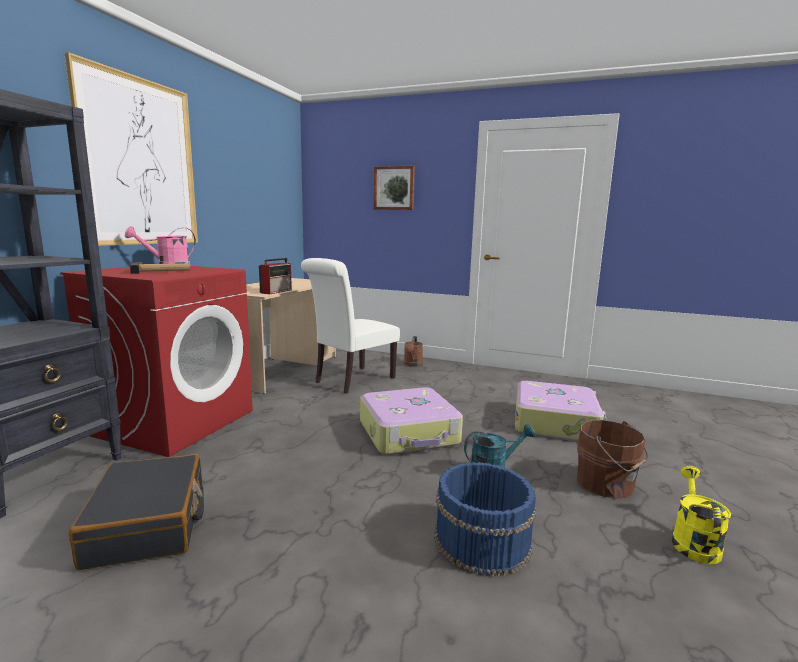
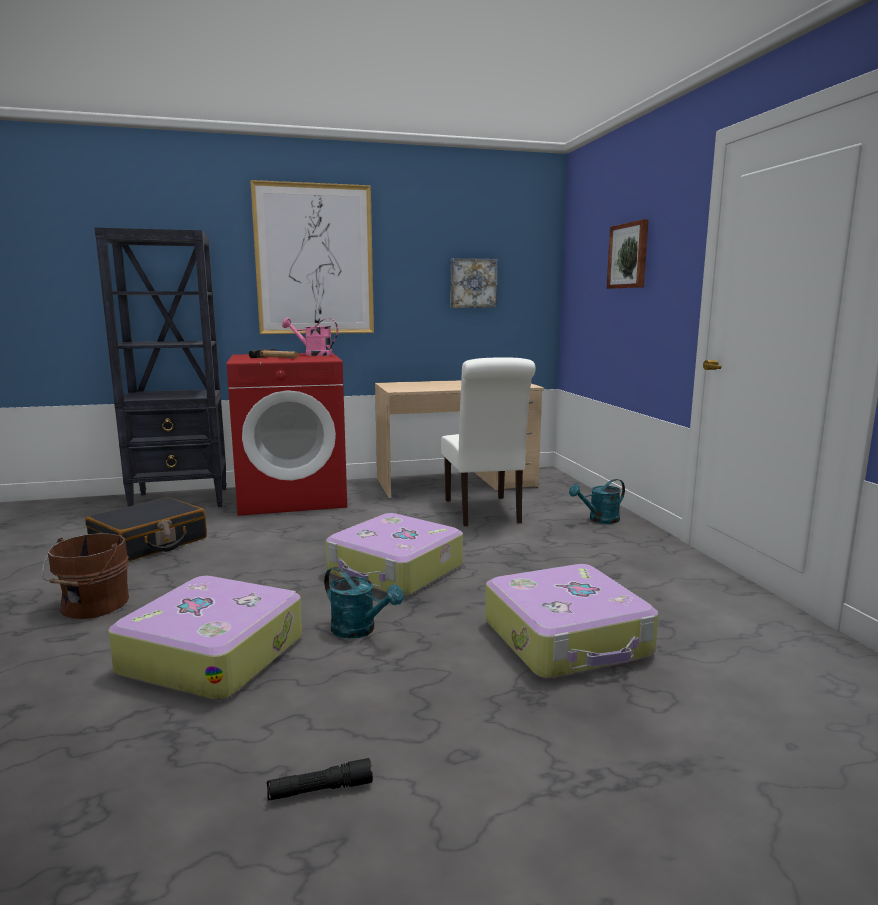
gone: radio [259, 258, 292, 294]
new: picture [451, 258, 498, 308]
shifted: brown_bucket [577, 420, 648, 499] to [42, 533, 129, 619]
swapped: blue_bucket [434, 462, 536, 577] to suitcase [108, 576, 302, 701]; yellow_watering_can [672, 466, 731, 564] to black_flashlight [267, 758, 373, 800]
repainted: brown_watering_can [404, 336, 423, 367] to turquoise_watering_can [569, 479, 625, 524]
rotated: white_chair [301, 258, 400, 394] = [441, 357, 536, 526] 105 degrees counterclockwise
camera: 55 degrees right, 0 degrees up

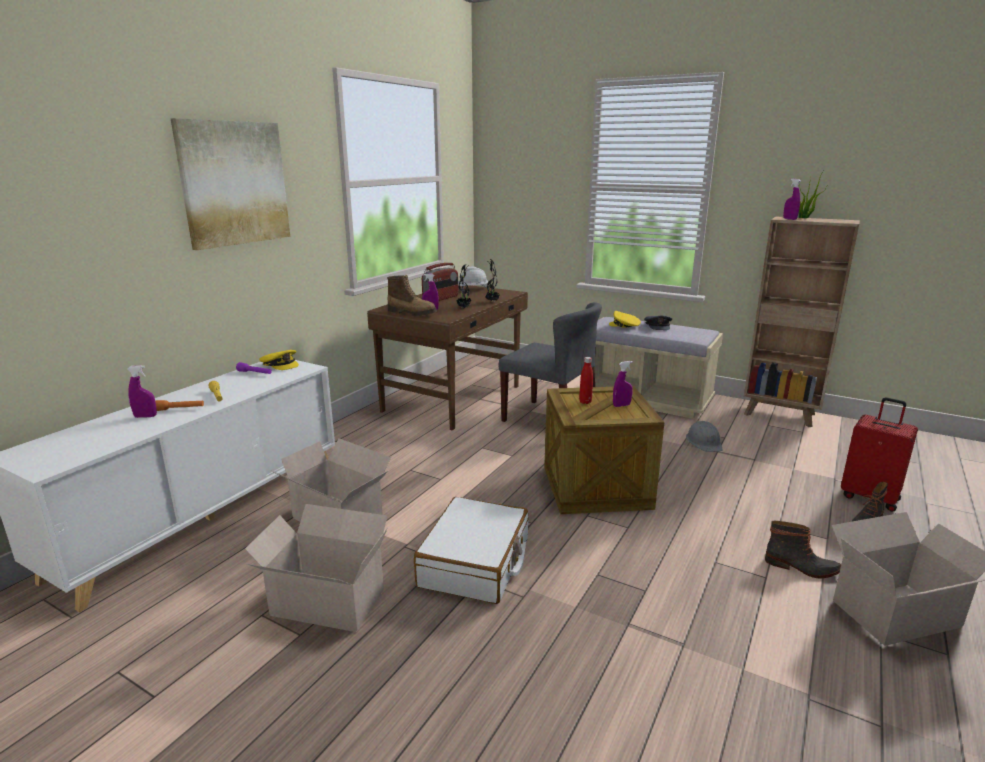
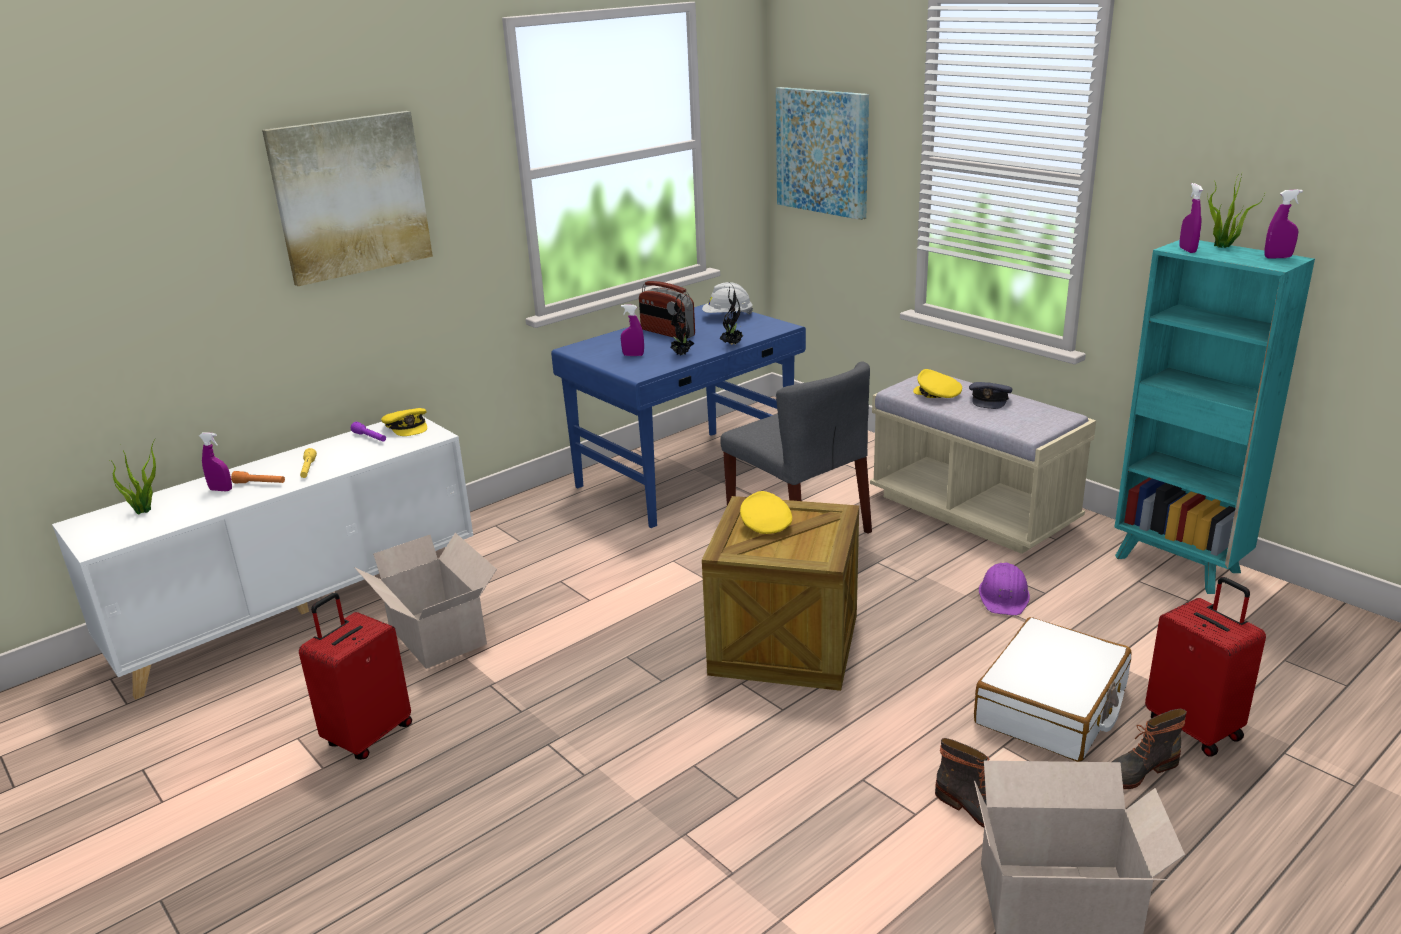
gone: boot [387, 275, 437, 316]
new: potted_plant [110, 441, 156, 514]; picture [776, 87, 869, 220]
shifted: white_suitcase [414, 497, 529, 604] to [974, 617, 1131, 762]; purple_spray_bottle [613, 361, 633, 407] to [1264, 189, 1303, 259]
swapped: cardboard_box [245, 504, 388, 632] to red_suitcase [299, 593, 412, 760]; red_bottle [579, 357, 593, 404] to yellow_cap [740, 491, 792, 534]
repainted: brown_desk [367, 285, 528, 430] to blue_desk [551, 304, 806, 528]; grey_hard_hat [686, 421, 723, 452] to purple_hard_hat [979, 563, 1030, 615]; brown_bookcase [744, 217, 860, 427] to turquoise_bookcase [1114, 240, 1315, 594]
rotated: radio [422, 263, 458, 301] = [639, 281, 695, 340] 75 degrees clockwise
camera: 20 degrees right, 5 degrees up

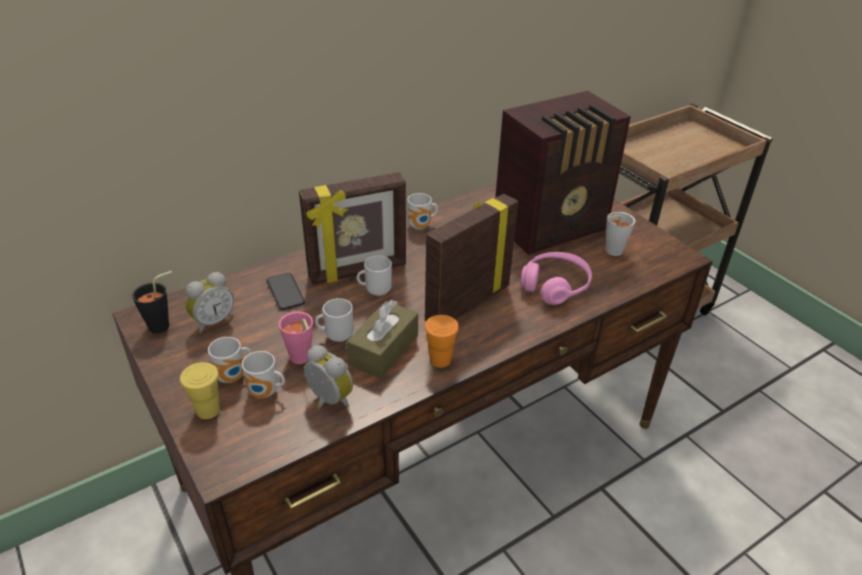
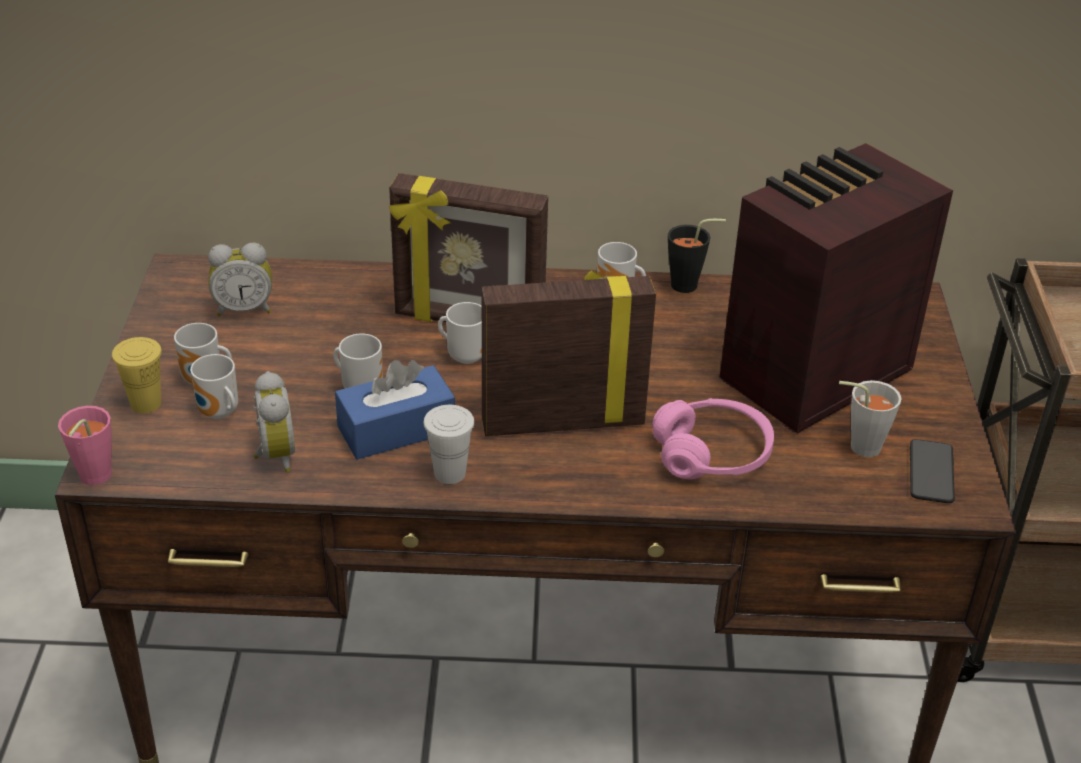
shifted: black_cup [132, 271, 172, 334] to [668, 219, 726, 293]; phone [267, 273, 305, 310] to [910, 439, 955, 503]; pink_cup [279, 311, 313, 364] to [58, 406, 112, 485]
repainted: brown_tissue_box [346, 300, 418, 379] to blue_tissue_box [335, 360, 455, 460]; orange_cup [424, 315, 459, 368] to white_cup [423, 405, 475, 484]
rotated: radio [495, 91, 631, 255] = [719, 143, 953, 434] 135 degrees clockwise
camera: 35 degrees right, 0 degrees up

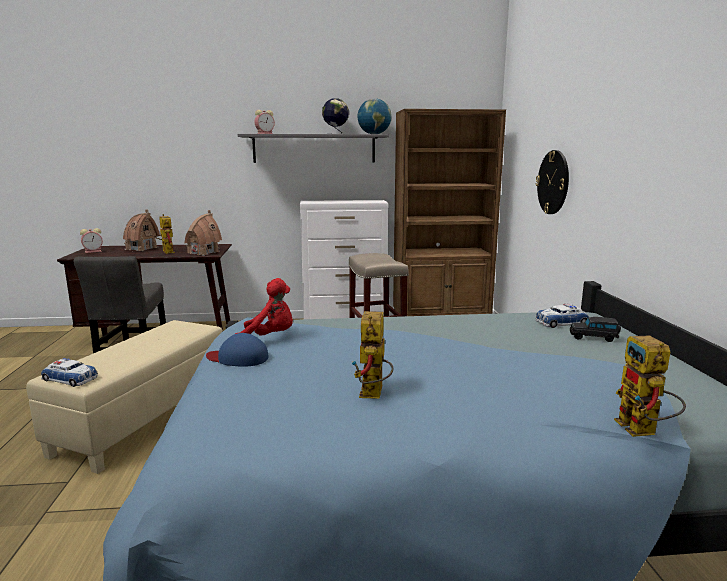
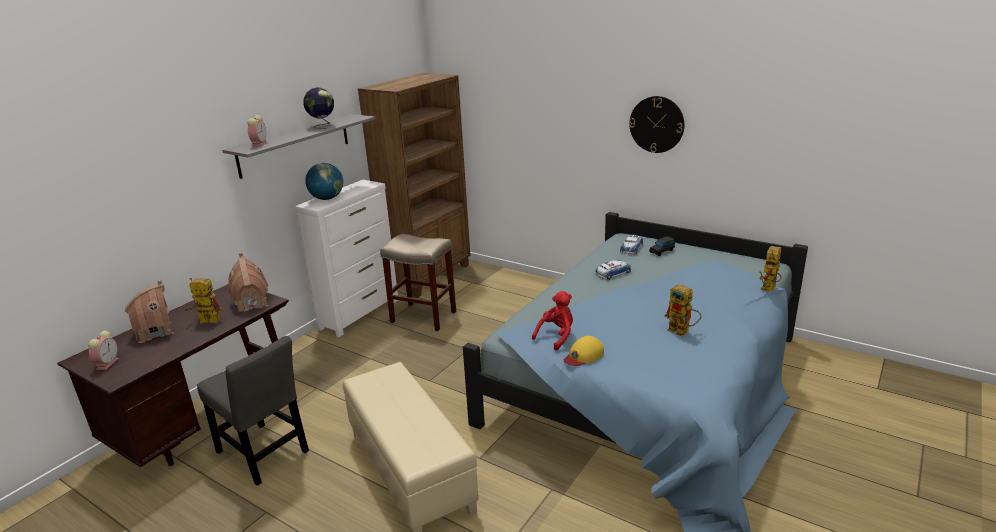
shifted: toy_car [41, 358, 98, 387] to [595, 260, 631, 280]; globe [357, 98, 392, 134] to [305, 163, 343, 200]; wall_clock [536, 150, 569, 214] to [629, 96, 684, 153]
repainted: blue_cap [206, 333, 269, 367] to yellow_cap [564, 336, 604, 366]
rotated: toy_robot [614, 335, 686, 437] = [759, 246, 782, 292] 90 degrees clockwise
camera: 50 degrees left, 10 degrees up

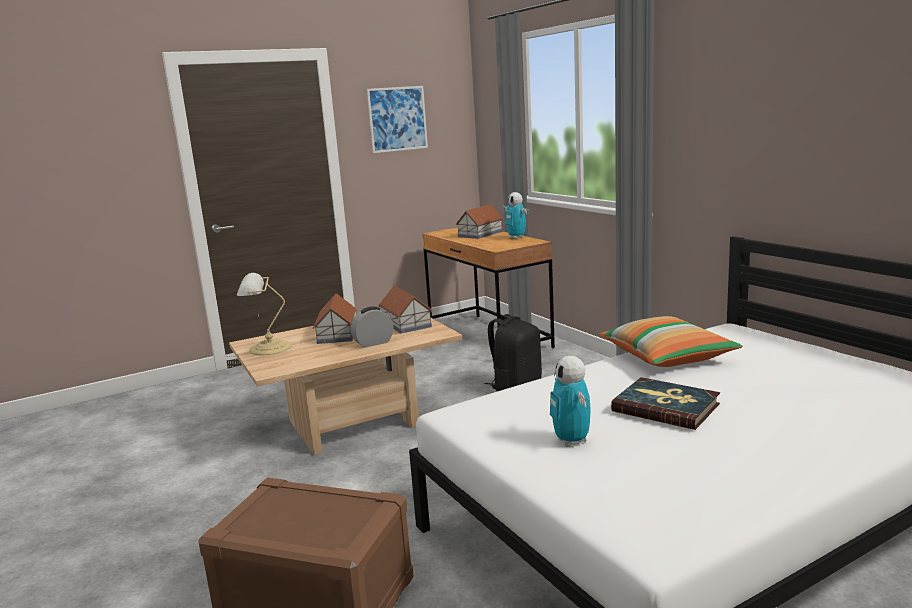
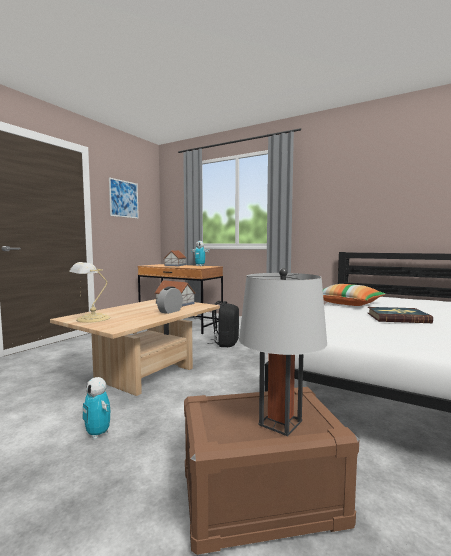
gone: toy_house [313, 293, 357, 344]
new: grey_table_lamp [239, 268, 327, 436]
shifted: toy_robot [550, 356, 591, 447] to [83, 377, 110, 439]
camera: 30 degrees left, 10 degrees down

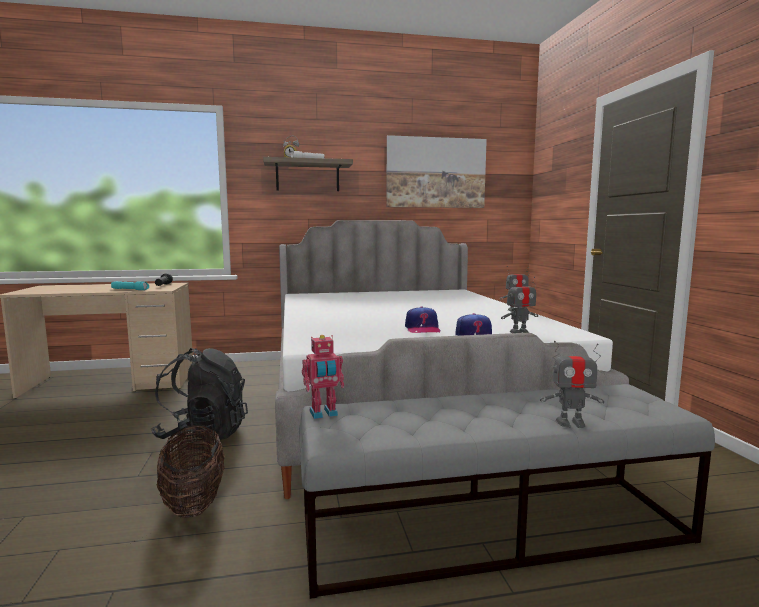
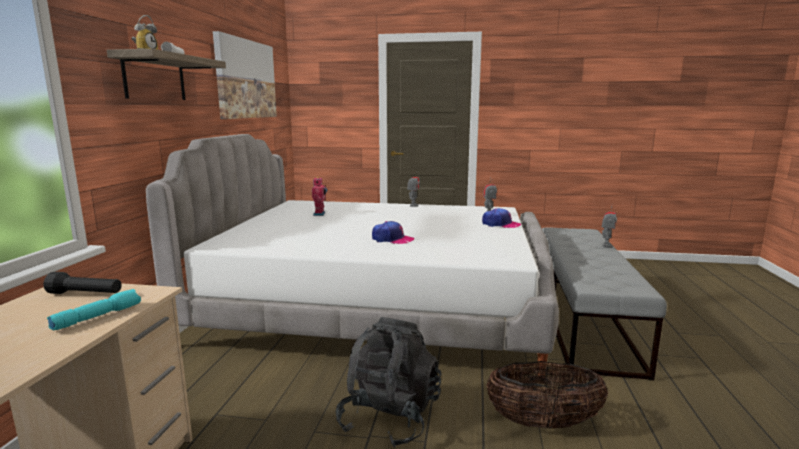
shifted: toy_robot [302, 335, 344, 419] to [312, 176, 327, 216]; cap [405, 307, 440, 333] to [372, 221, 415, 244]
camera: 70 degrees left, 5 degrees up

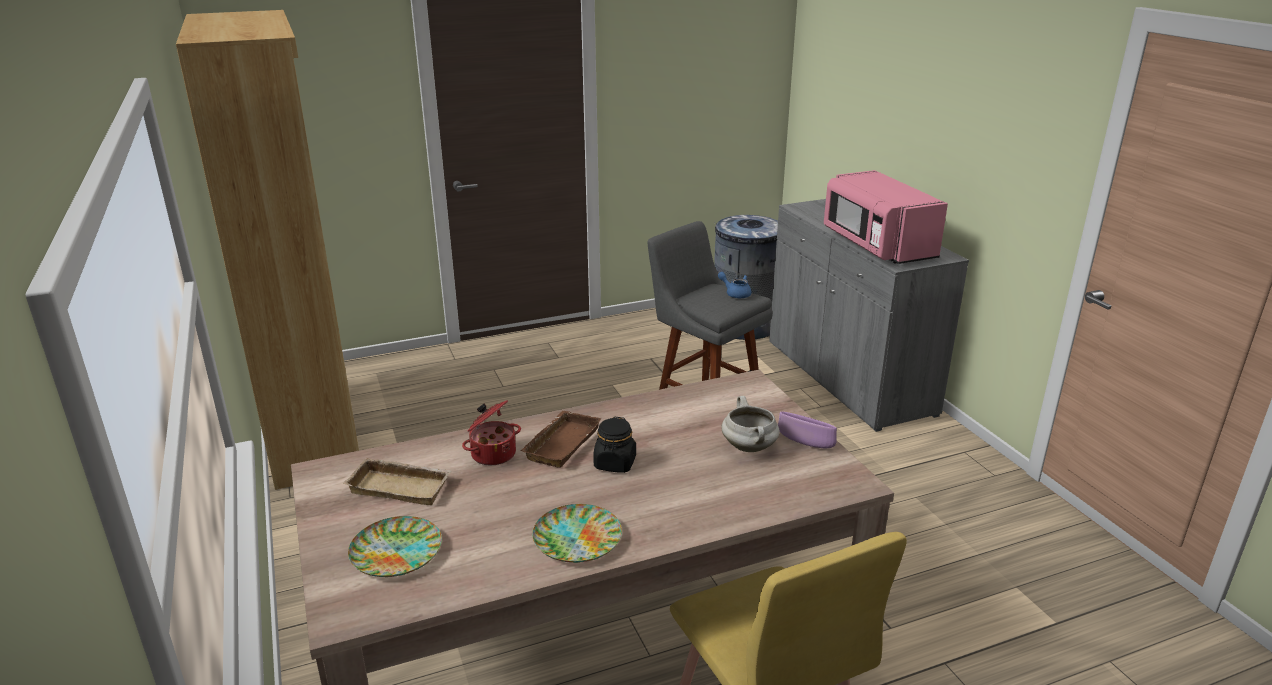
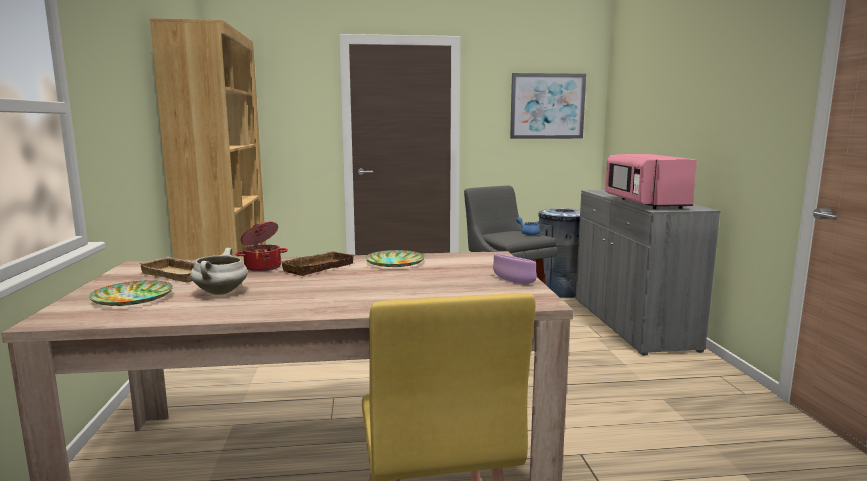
gone: black_jar [593, 417, 636, 473]
new: picture [510, 73, 586, 139]
shifted: plate [532, 504, 622, 563] to [365, 250, 425, 267]; white_cooking_pot [721, 396, 780, 452] to [190, 248, 248, 295]
camera: 15 degrees right, 15 degrees down

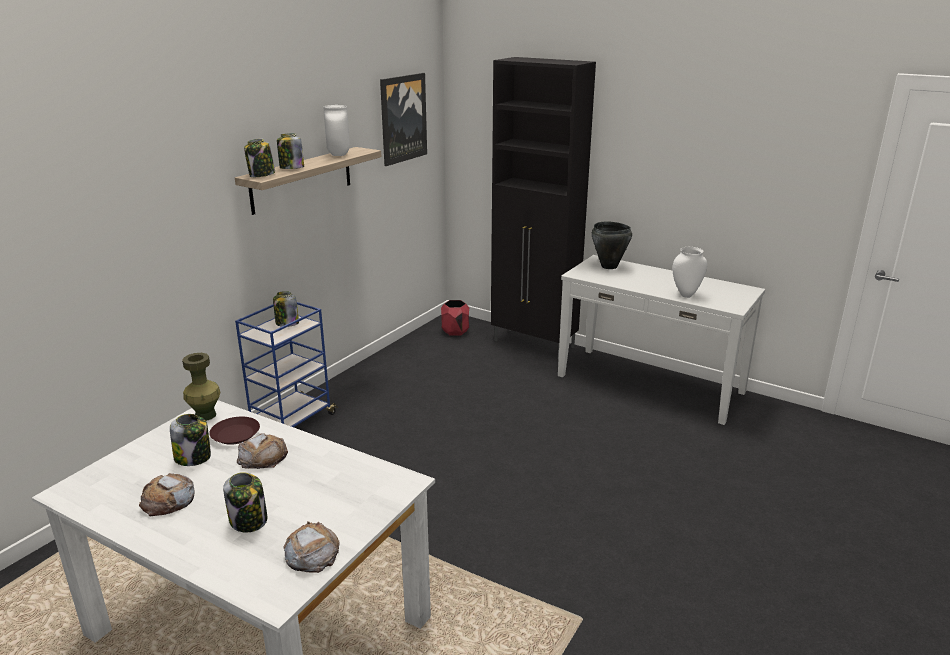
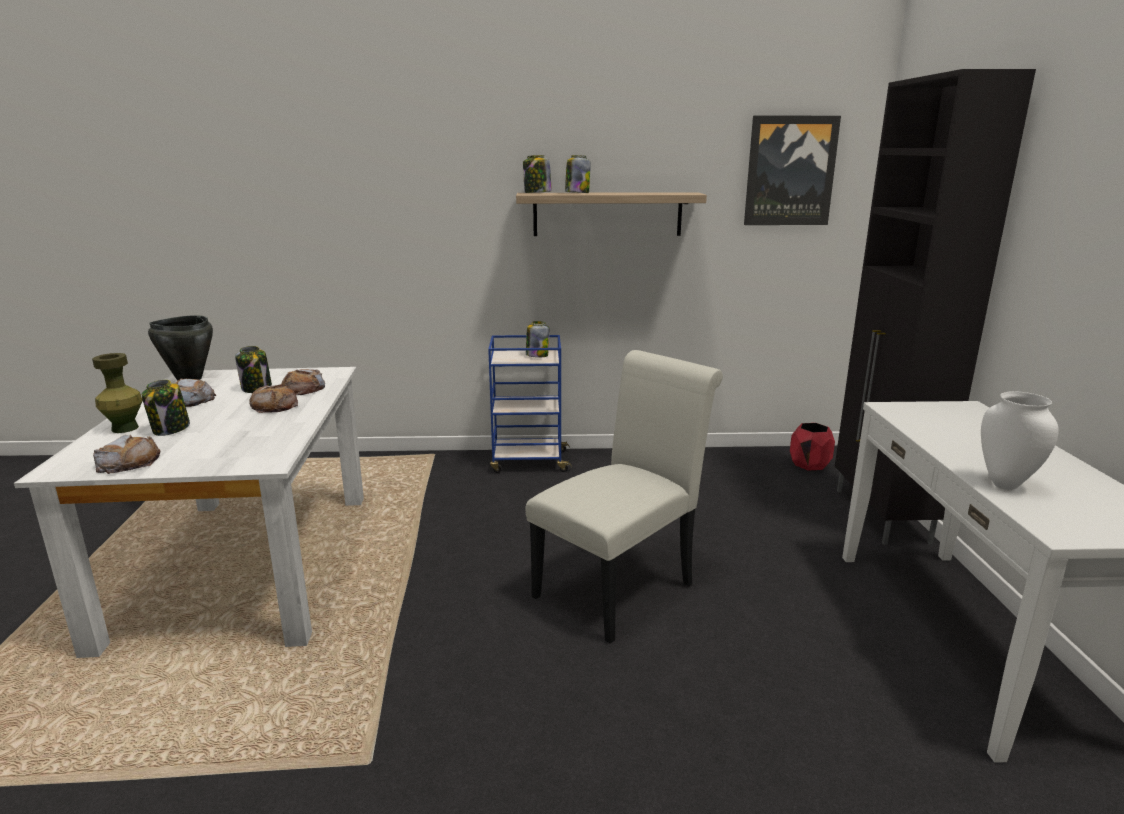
gone: white_vase [323, 105, 350, 156]
new: white_chair [525, 350, 723, 643]
shifted: green_vase [182, 353, 221, 421] to [92, 353, 143, 433]; black_cooking_pot [592, 222, 632, 269] to [148, 315, 213, 381]
swapped: brown_plate [209, 417, 260, 445] to bread [282, 369, 325, 395]
camera: 55 degrees right, 5 degrees down

